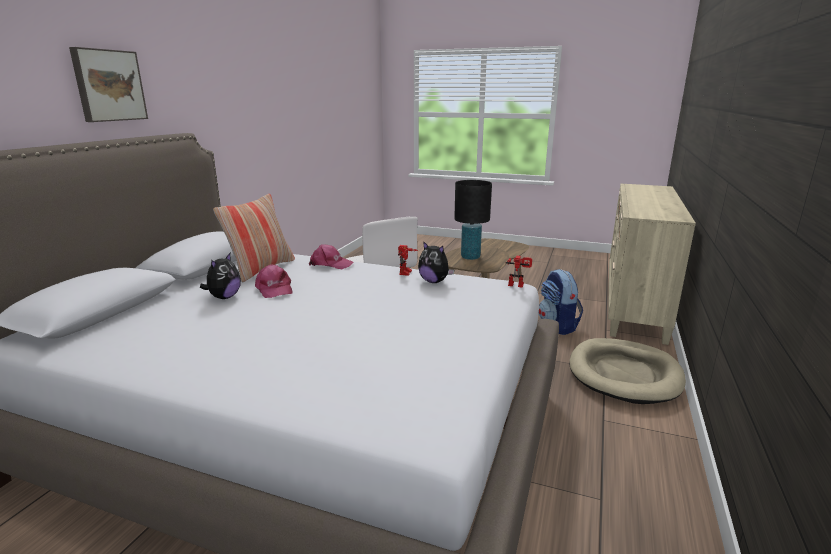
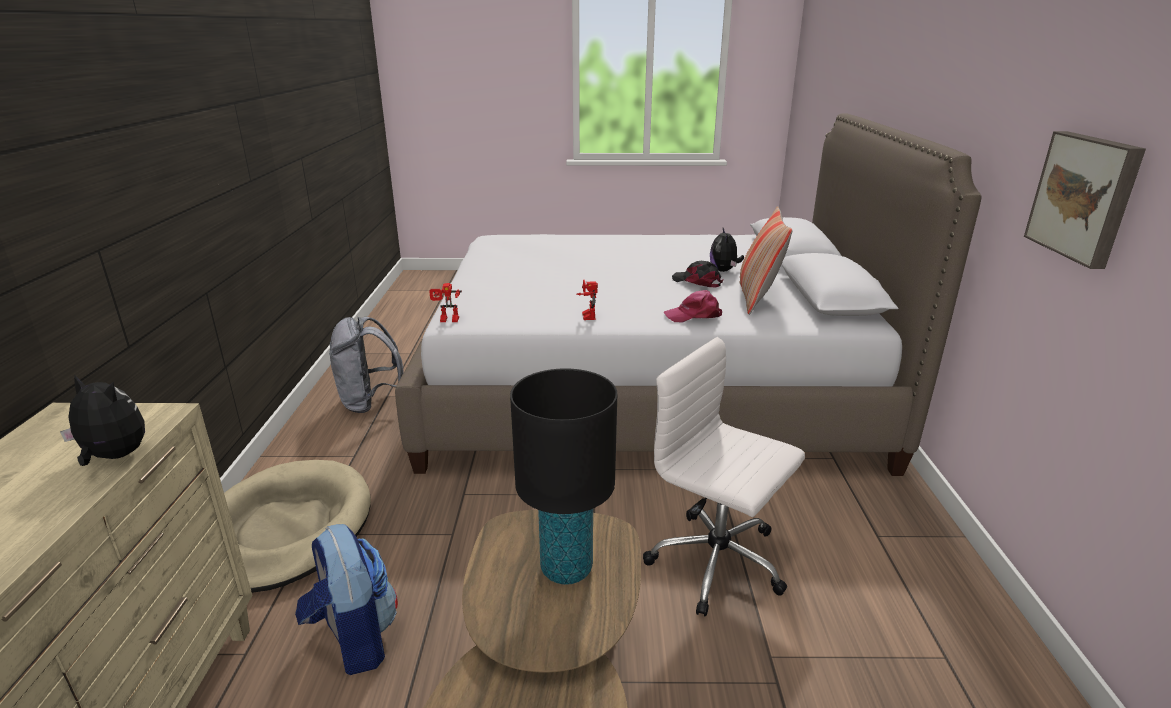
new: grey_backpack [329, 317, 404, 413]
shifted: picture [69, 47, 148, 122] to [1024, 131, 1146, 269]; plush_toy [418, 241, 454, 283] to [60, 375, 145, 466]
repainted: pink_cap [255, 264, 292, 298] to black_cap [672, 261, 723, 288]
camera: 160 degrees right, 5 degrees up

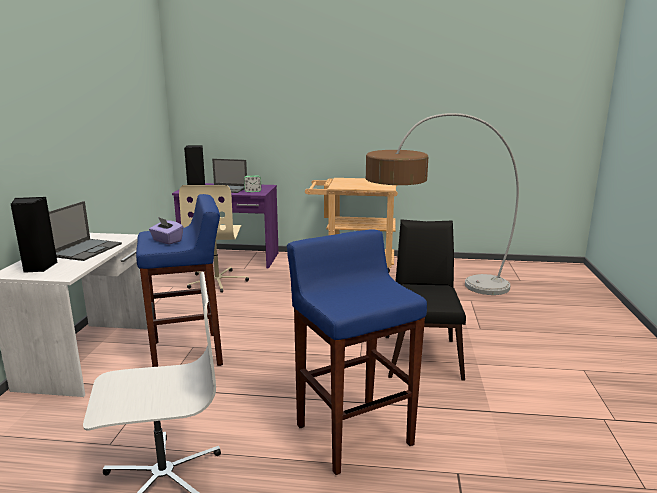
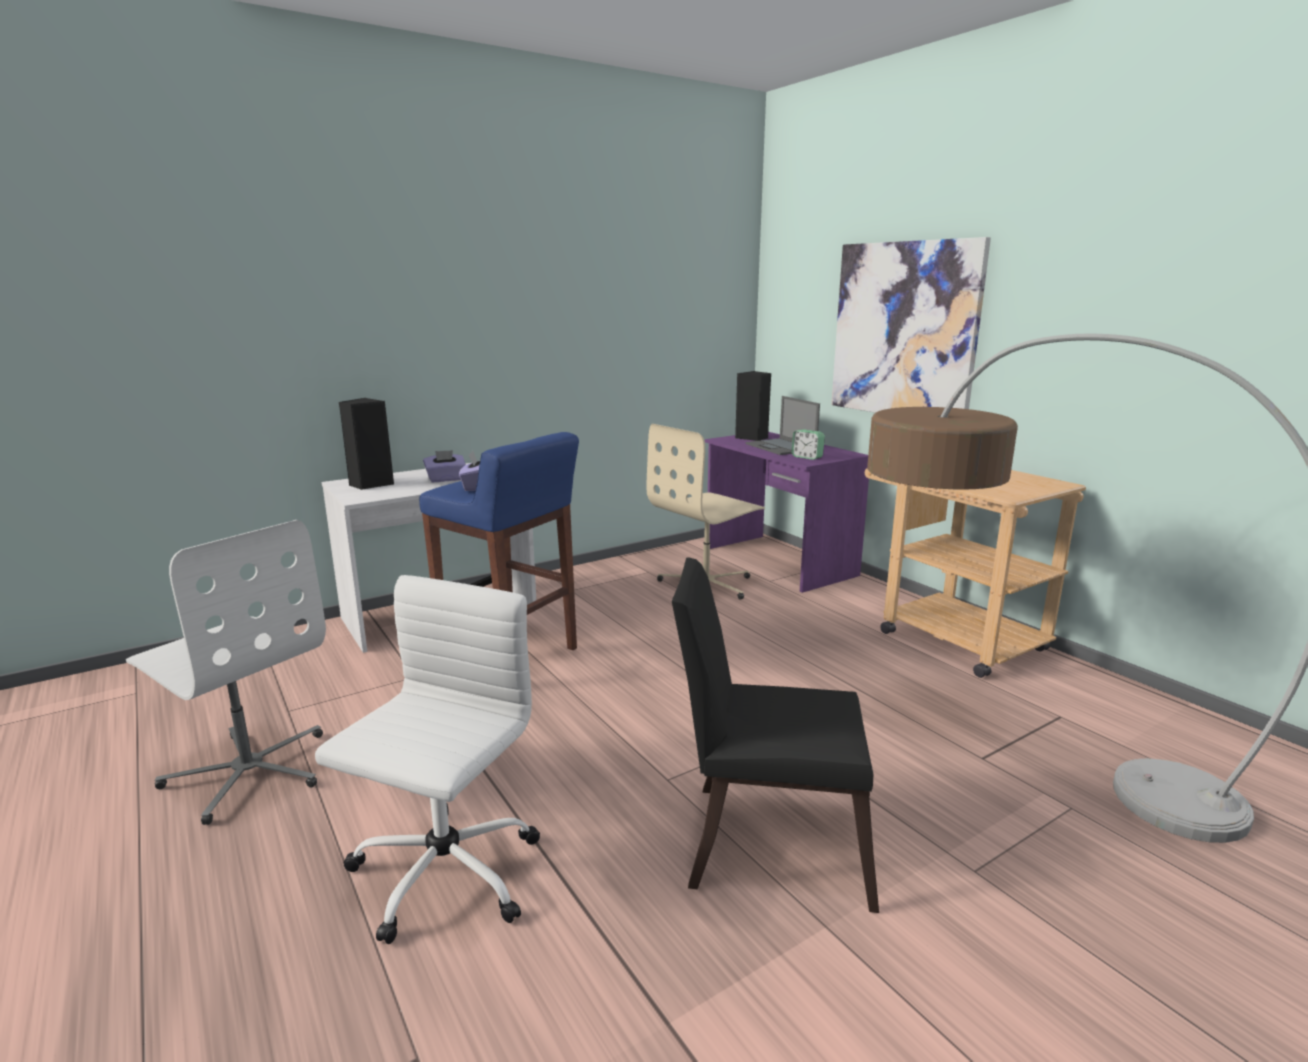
new: picture [831, 237, 991, 413]
swapped: laptop [49, 201, 122, 261] to purple_tissue_box [423, 450, 466, 482]; blue_stool [287, 229, 427, 475] to white_office_chair [315, 575, 540, 944]
rotated: black_chair [385, 219, 466, 381] = [672, 558, 879, 913] 135 degrees counterclockwise
camera: 50 degrees right, 0 degrees up

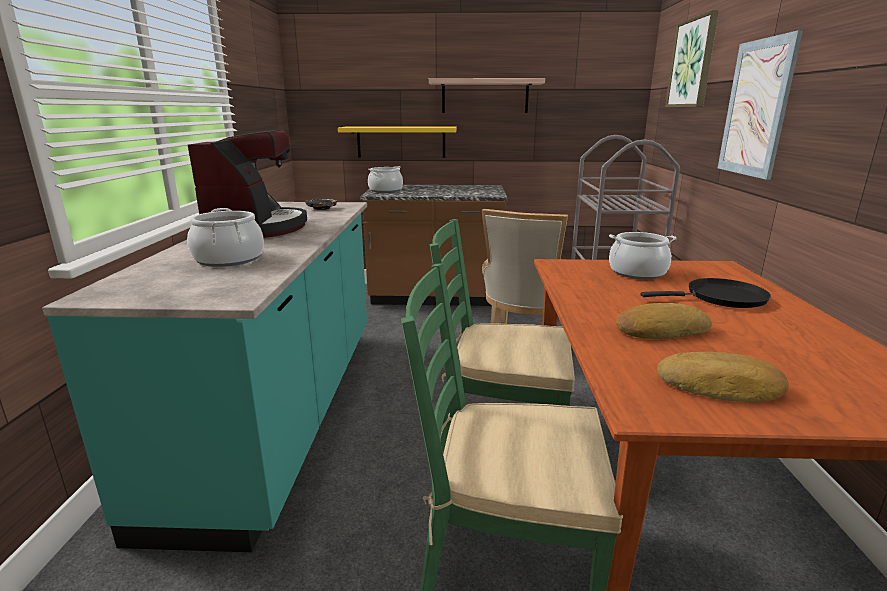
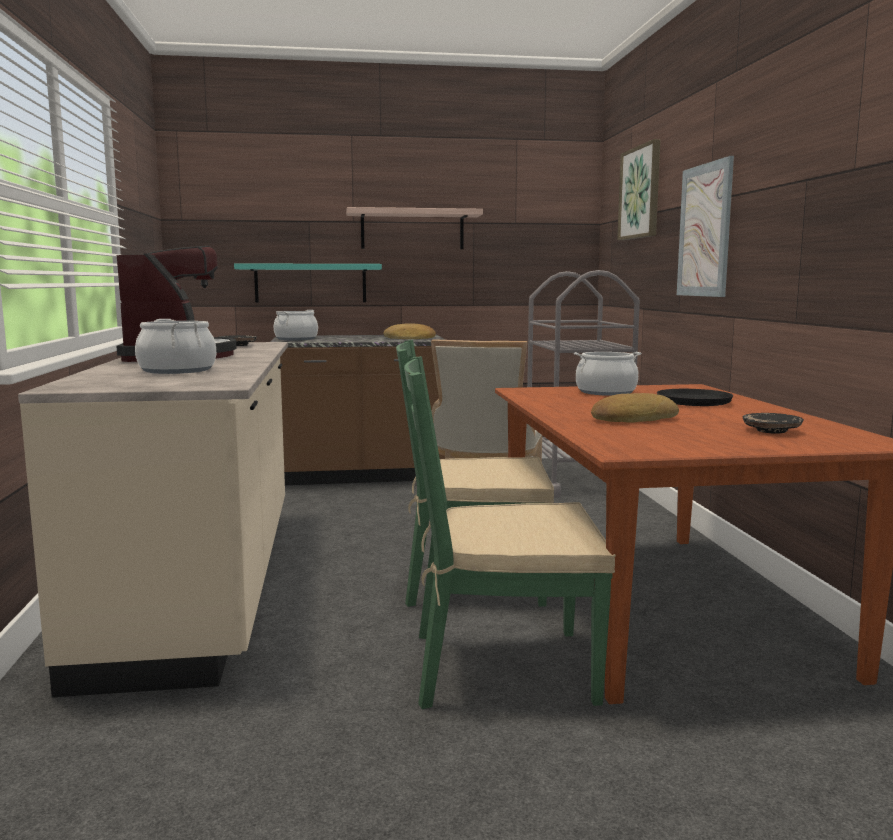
new: black_plate [743, 413, 804, 433]
shifted: bread [657, 352, 789, 402] to [383, 323, 436, 339]
repainted: turquoise_counter [42, 202, 367, 552] to beige_counter [18, 342, 288, 697]; yellow_shelf [338, 126, 457, 158] to turquoise_shelf [234, 263, 382, 303]
camera: 10 degrees left, 10 degrees down

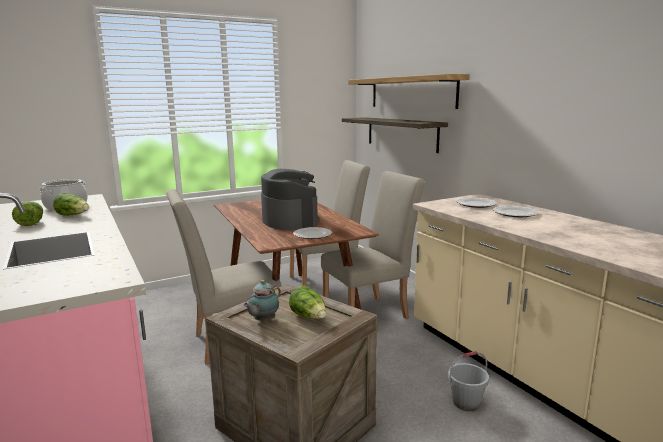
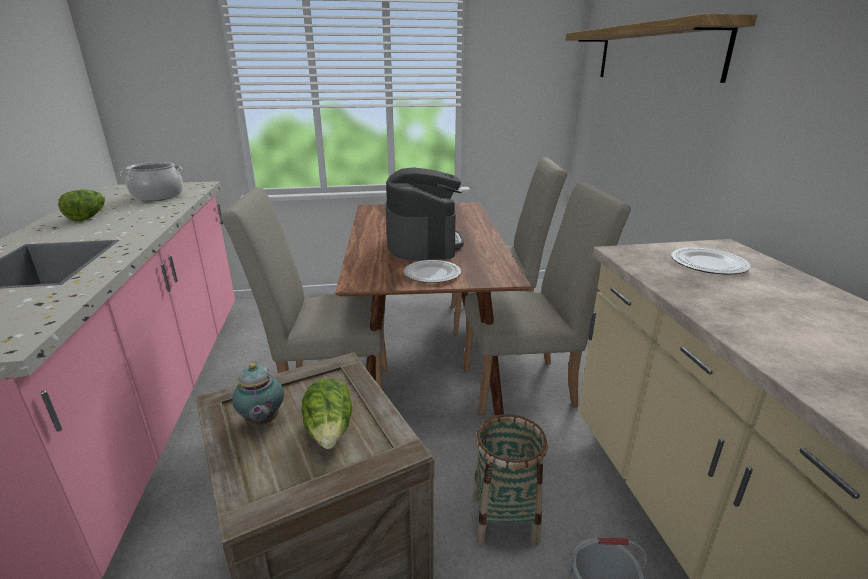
gone: lettuce [53, 193, 89, 216]; shelf [342, 117, 448, 153]; plate [493, 206, 539, 217]
new: basket [473, 414, 548, 546]
rotated: teapot [243, 280, 281, 322] = [232, 362, 284, 425] 75 degrees counterclockwise
camera: 20 degrees right, 10 degrees up

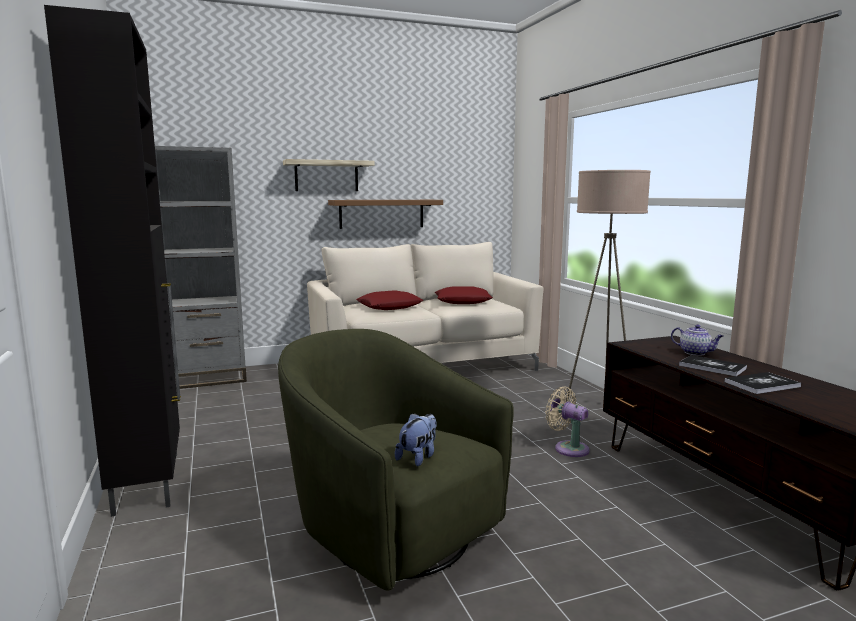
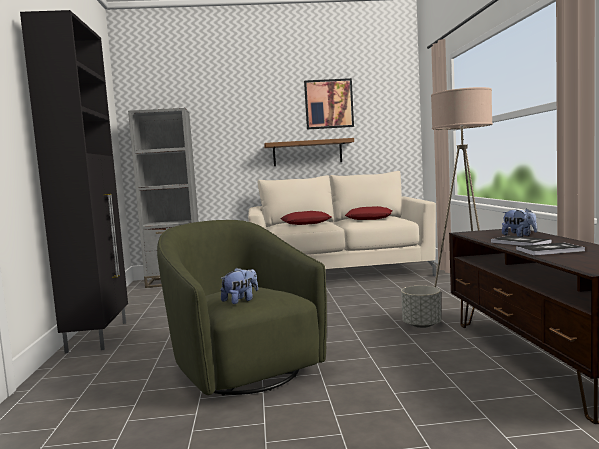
gone: shelf [283, 159, 375, 191]
new: picture [304, 78, 354, 130]
swapped: beige_fan [545, 387, 590, 457] to grey_planter [401, 286, 441, 328]; teapot [671, 324, 724, 356] to plush_toy [502, 208, 537, 237]
camera: 15 degrees right, 5 degrees down

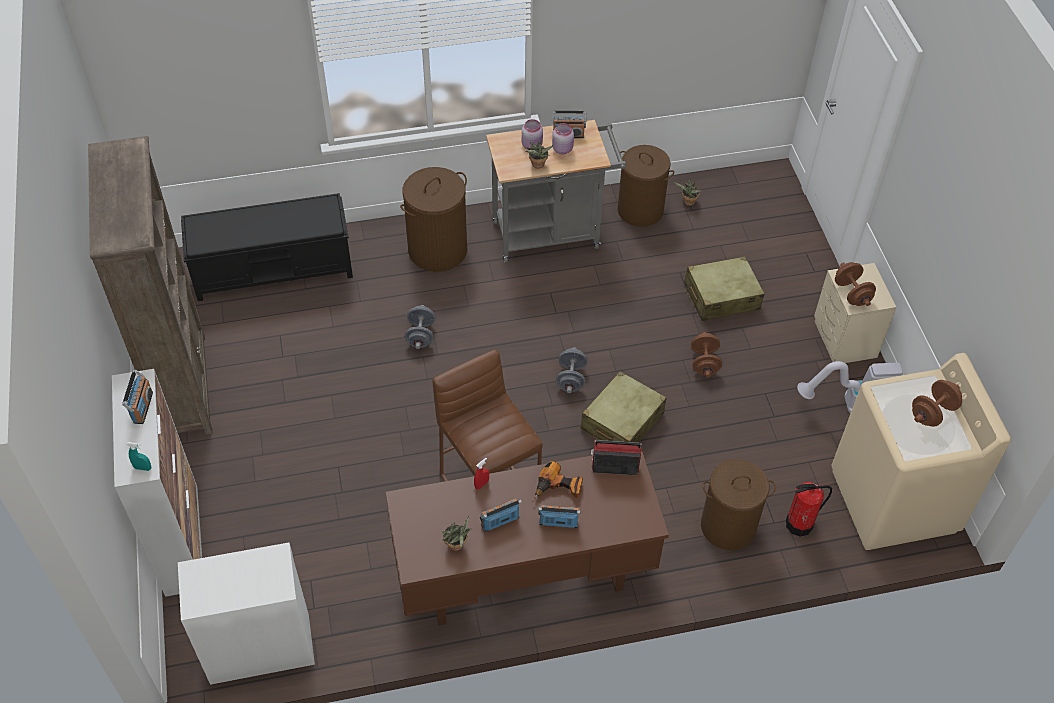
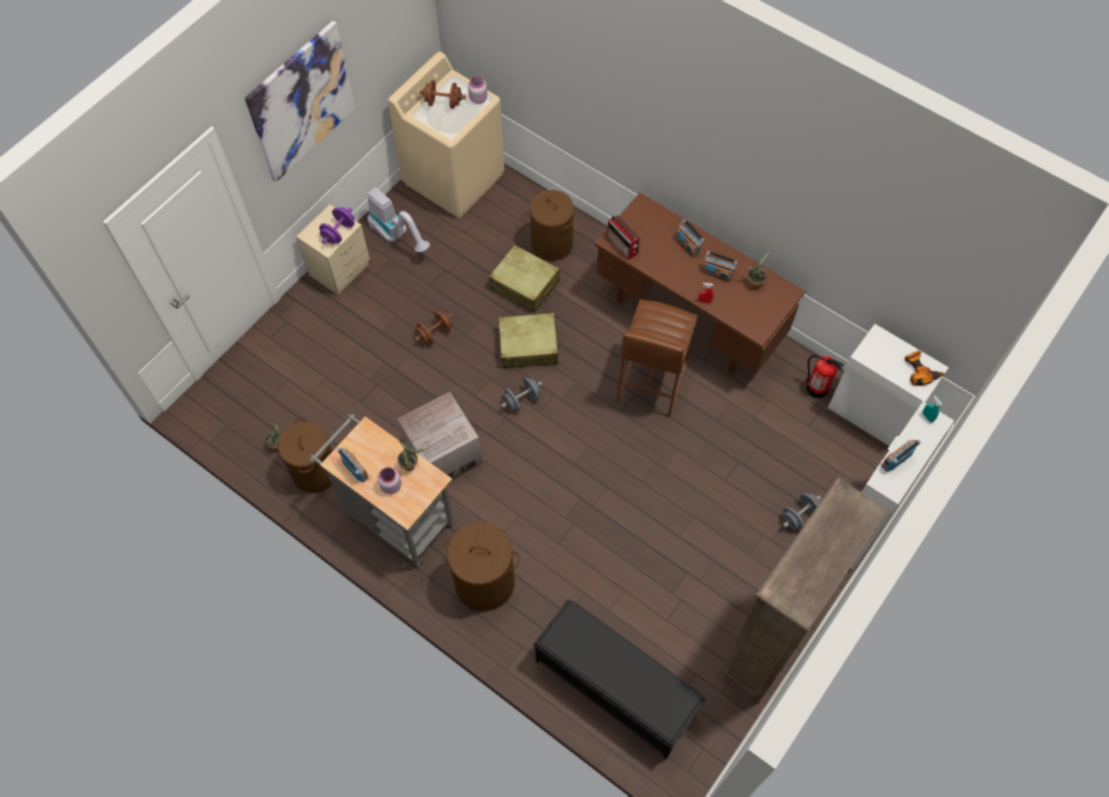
new: picture [245, 21, 355, 182]; cardboard_box [398, 392, 482, 481]
shifted: grey_dumbbell [405, 305, 436, 349] to [782, 493, 821, 530]; power_drill [532, 461, 583, 502] to [904, 350, 950, 386]; pink_jar [552, 123, 574, 154] to [468, 77, 487, 104]; beige_suitcase [684, 256, 765, 321] to [489, 245, 560, 313]; fire_extinguisher [786, 482, 832, 537] to [806, 355, 844, 398]
repainted: brown_dumbbell [835, 262, 876, 306] to purple_dumbbell [319, 207, 355, 244]
camera: 130 degrees left, 10 degrees up

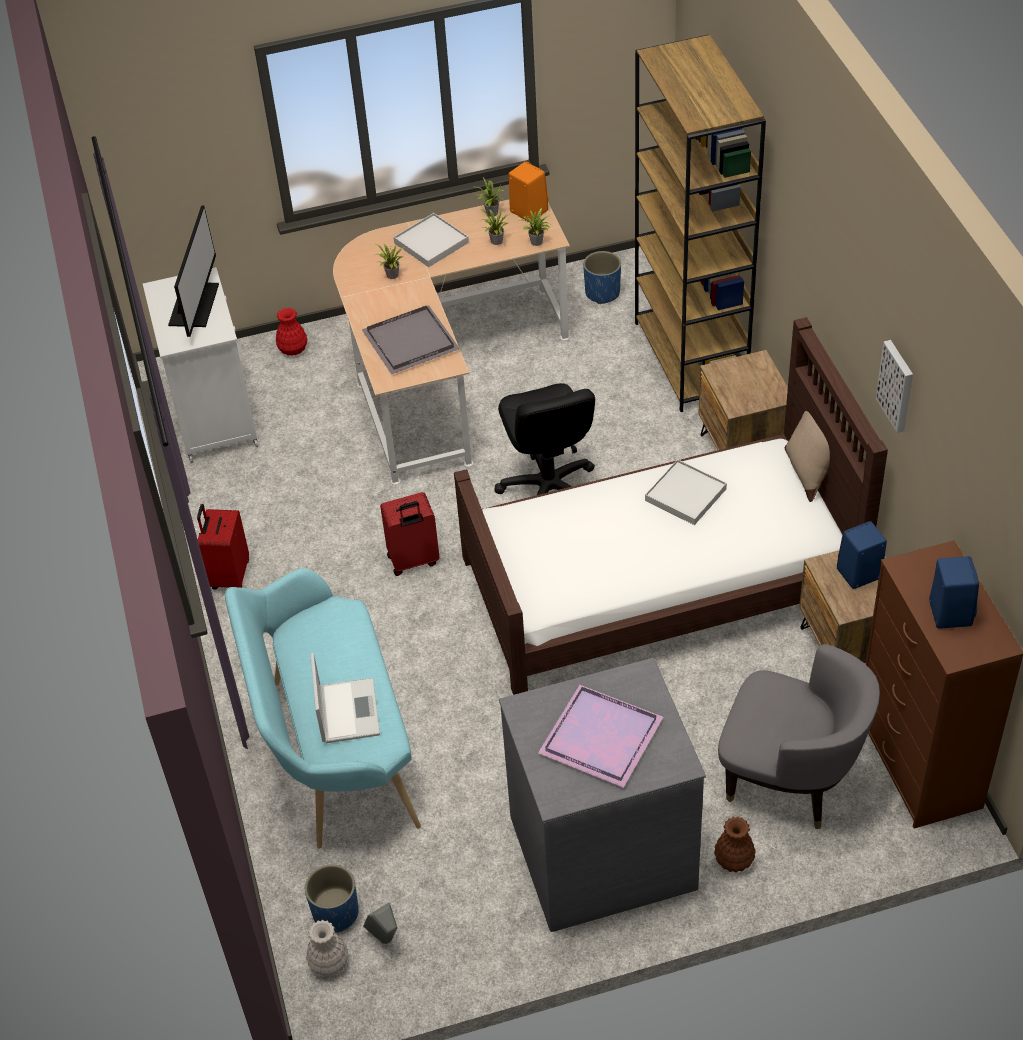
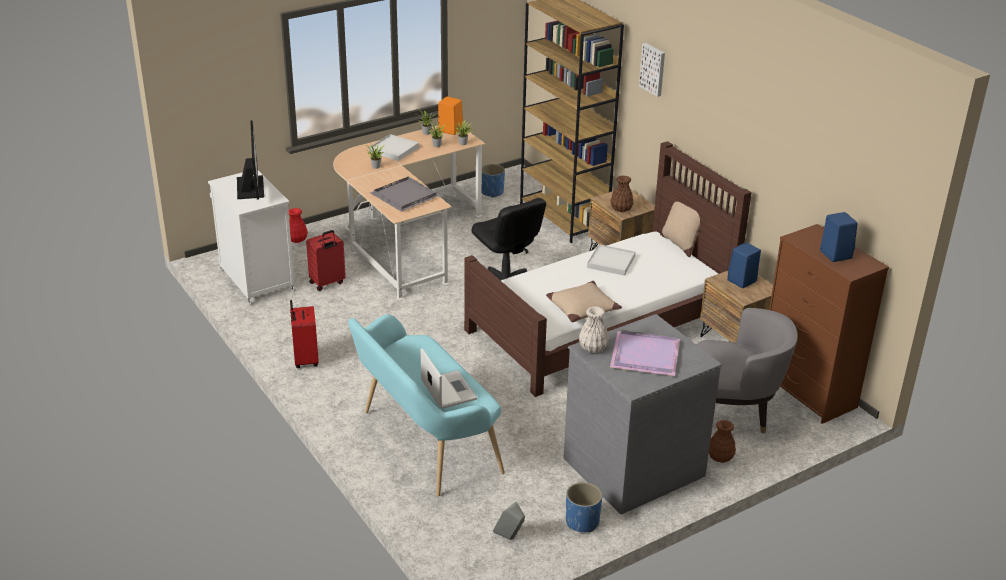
new: beige_pillow [546, 281, 622, 322]; brown_vase [611, 175, 634, 212]
shifted: blue_planter [305, 864, 359, 933] to [566, 482, 603, 532]; white_vase [306, 920, 348, 976] to [579, 306, 609, 353]; red_suitcase [380, 492, 440, 576] to [306, 230, 346, 291]; picture [876, 340, 913, 433] to [639, 43, 665, 97]
camera: 20 degrees left, 15 degrees down

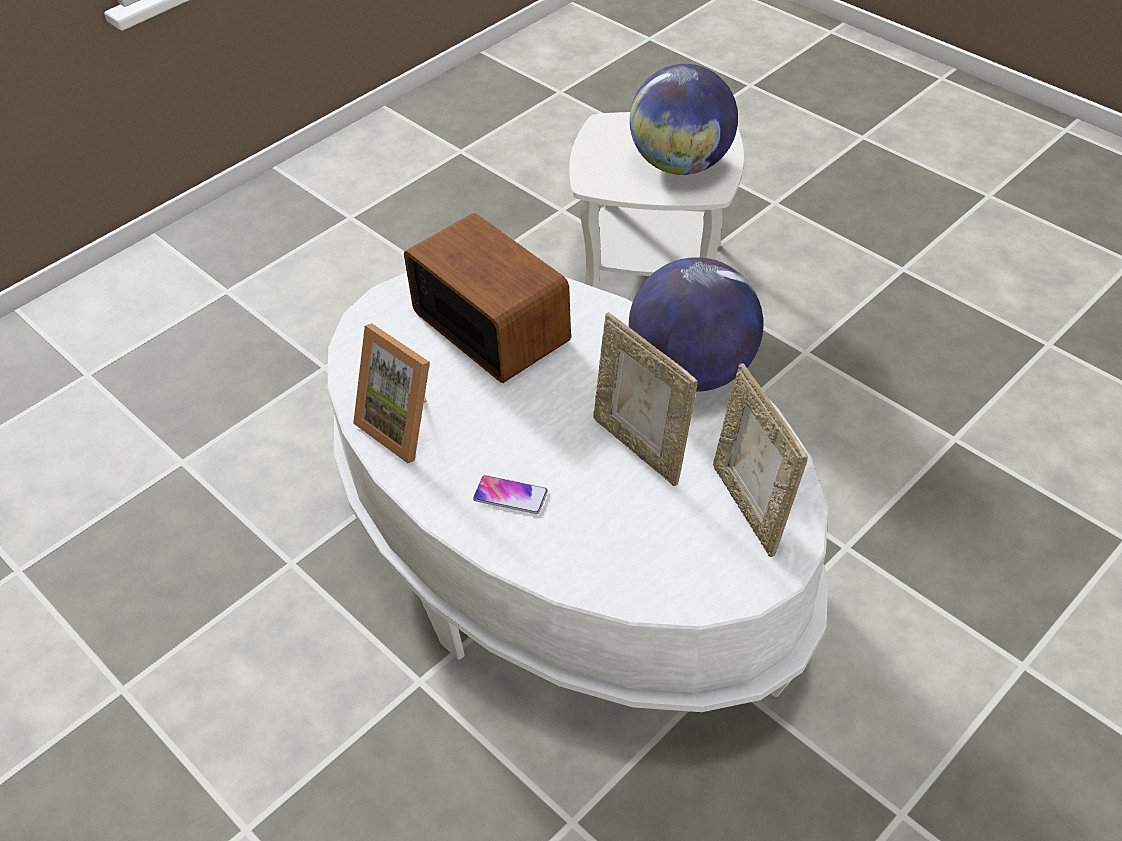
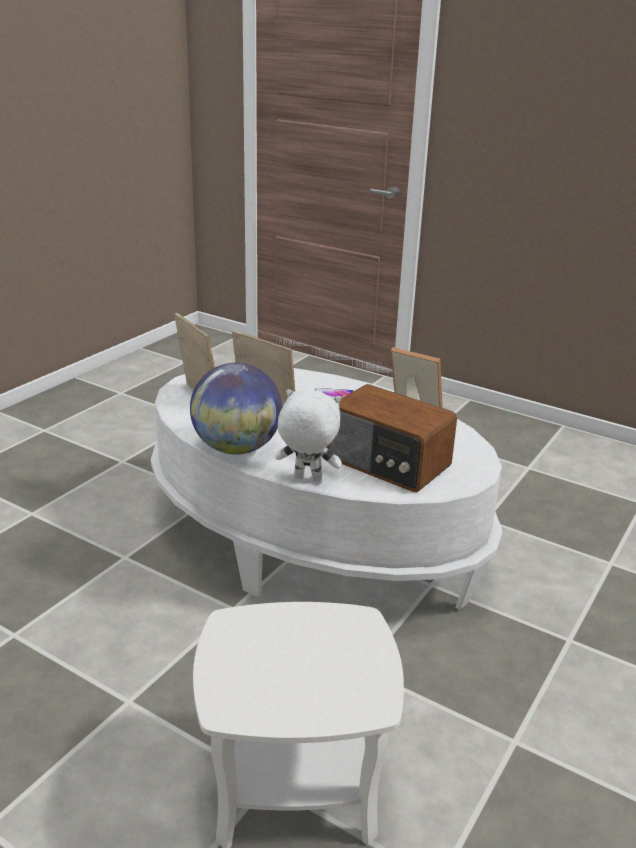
gone: globe [630, 64, 738, 175]
new: white_plush_toy [275, 389, 342, 482]
camera: 165 degrees right, 20 degrees down

